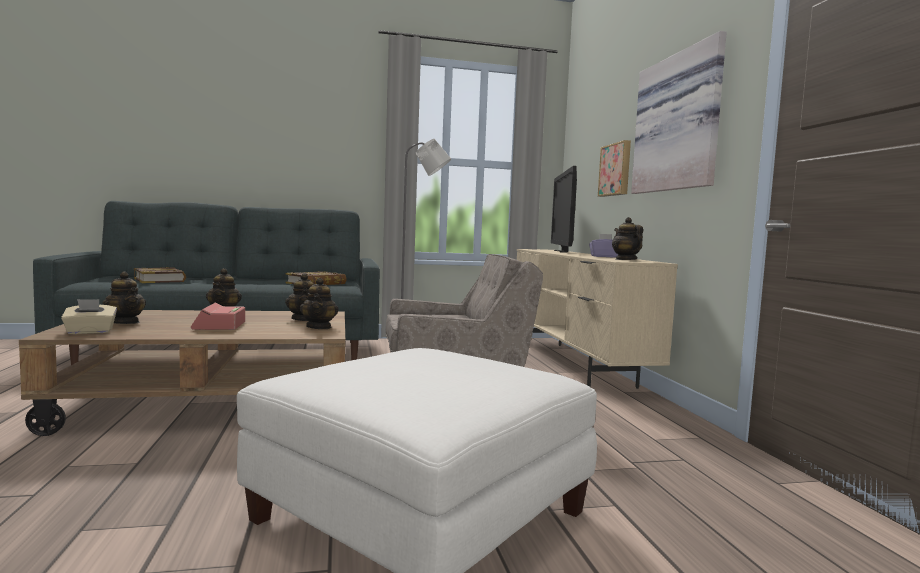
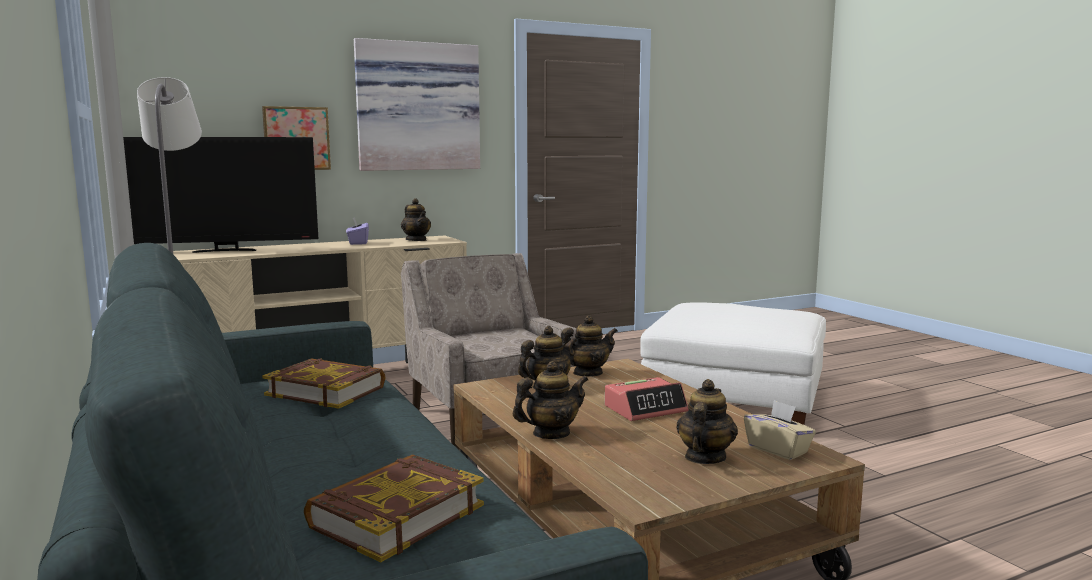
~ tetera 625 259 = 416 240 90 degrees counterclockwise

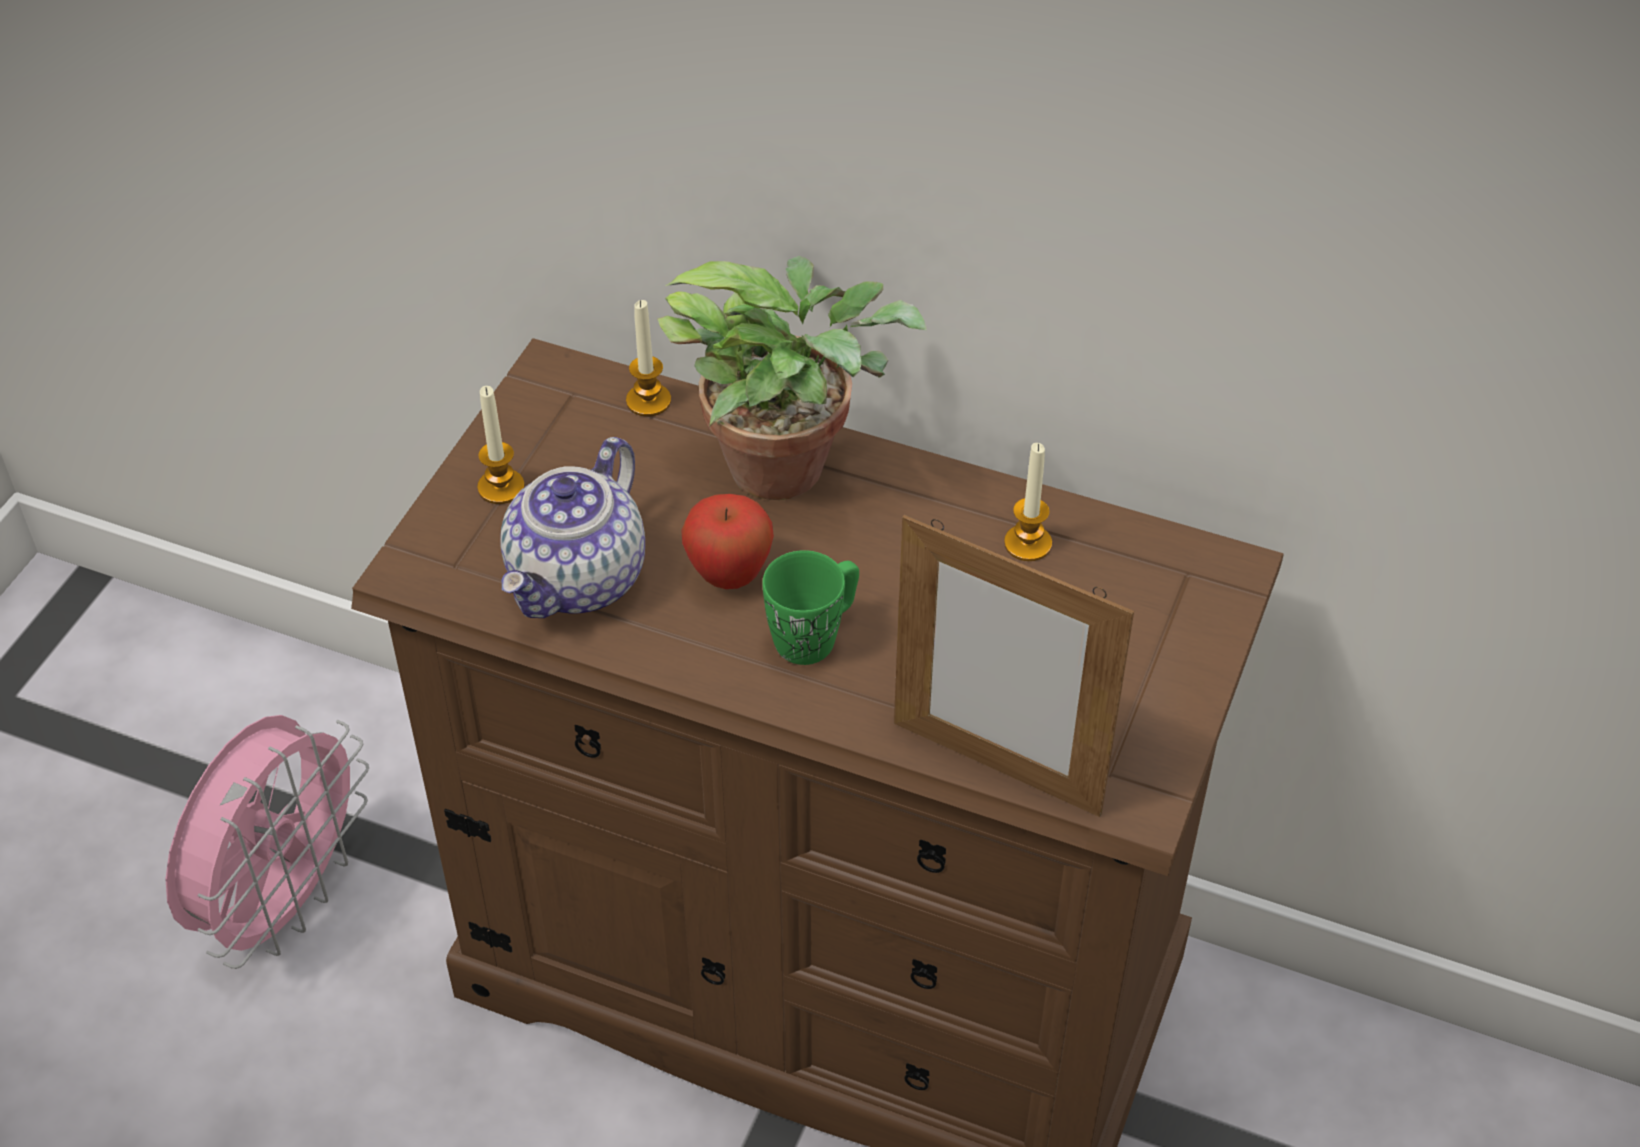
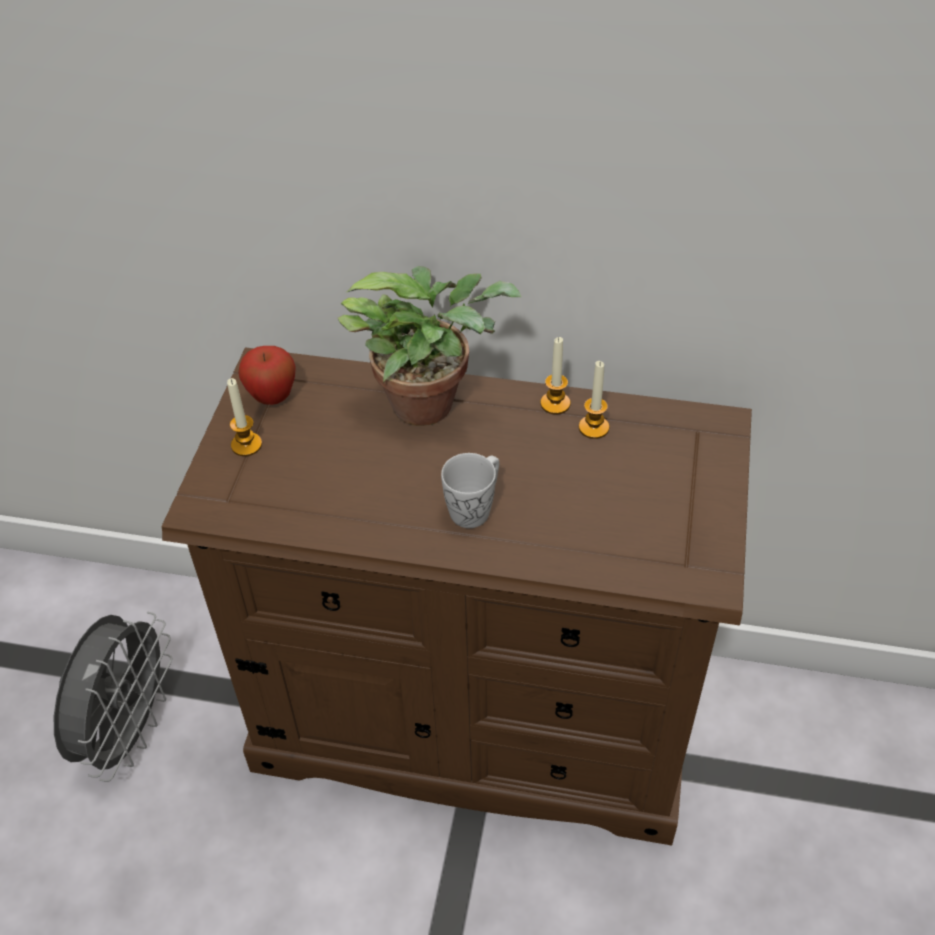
~ vela 648 401 to 555 404
- tetera 579 580
~ manzana 729 575 to 272 397
- portarretratos 996 767
~ taza grande [verde] 815 636 to taza grande [blanco] 475 508
~ ventilador [rosa] 284 903 to ventilador [gris] 129 731

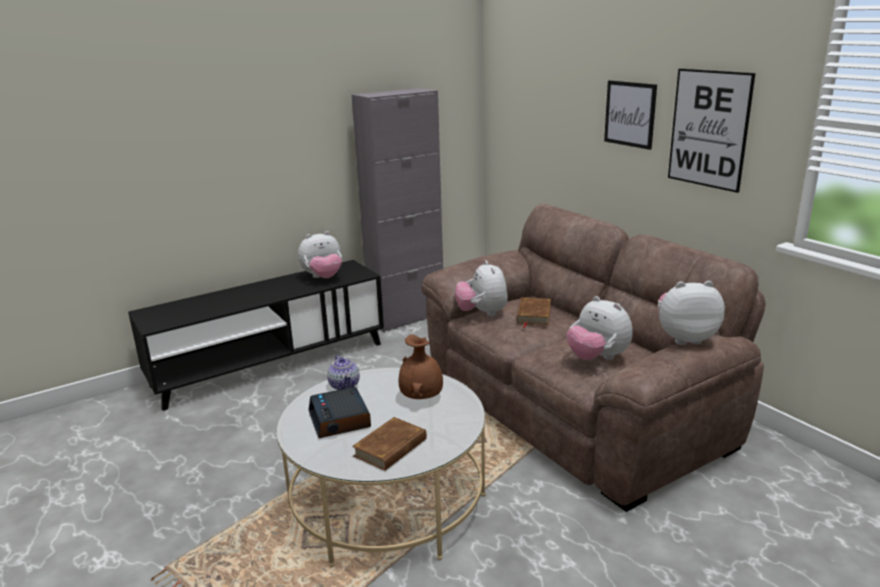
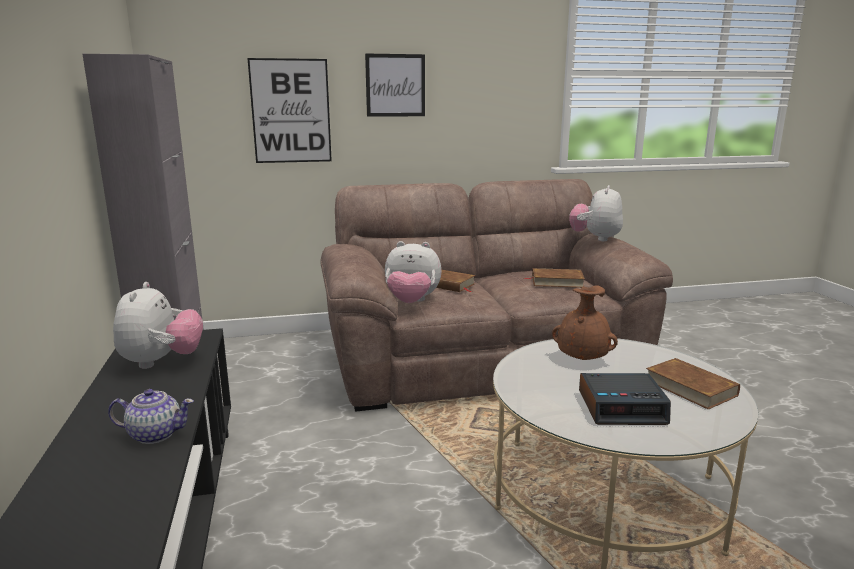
~ cuadro 709 129 to 291 111
~ peluche 597 358 to libro [marrón] 557 281
~ tetera 344 385 to 155 434

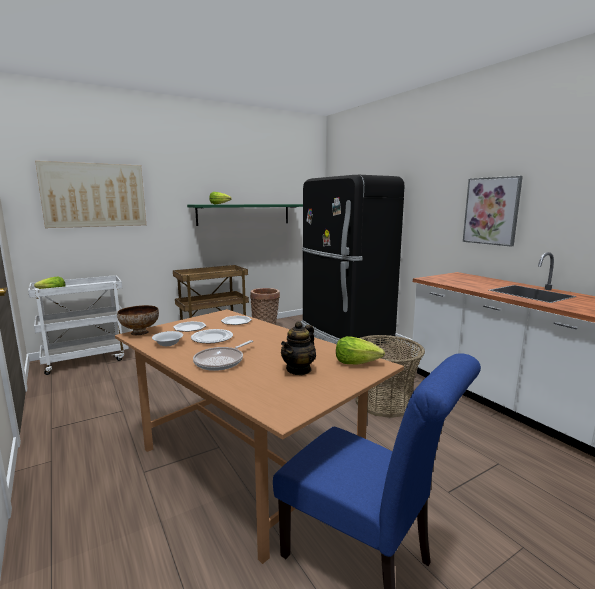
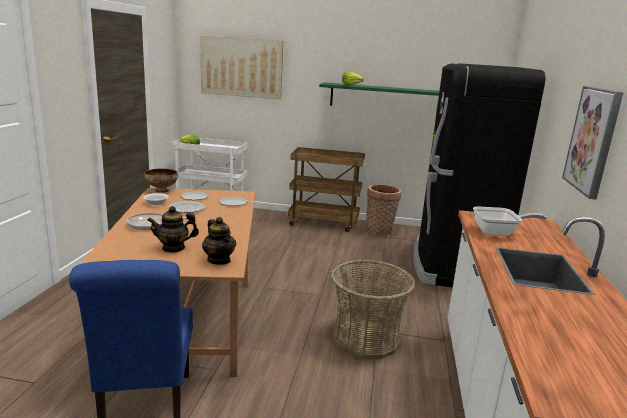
~ lechuga 356 362 to tetera 219 260
+ sartén 499 233

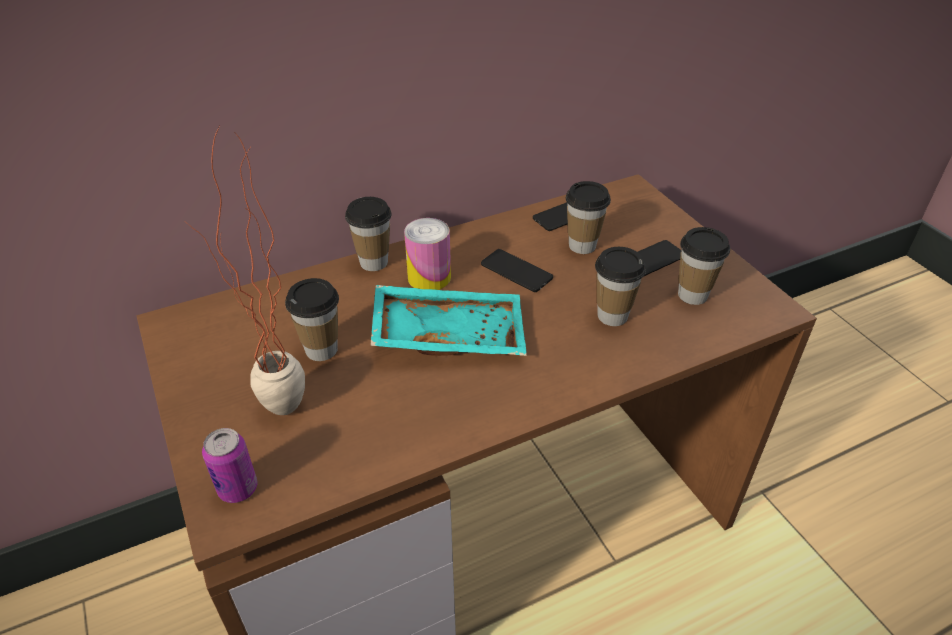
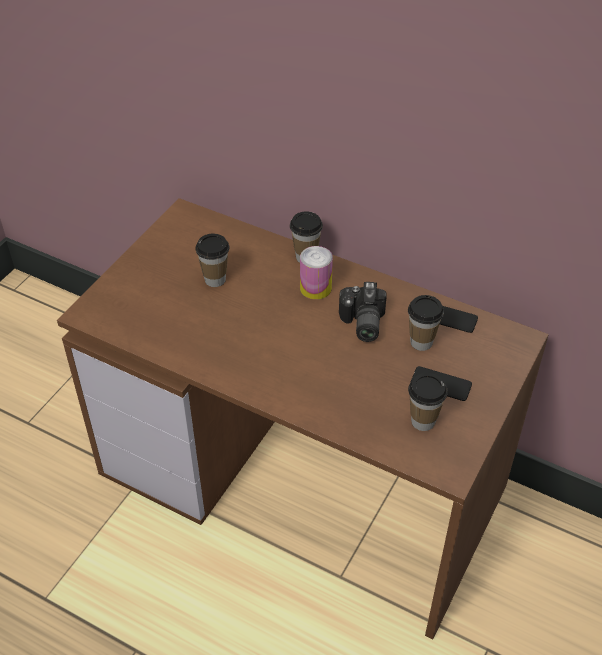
- planta en maceta 283 420
- taza 612 316
~ móvil 516 271 to cámara 361 323
- bandeja [turquesa] 449 333
- lata 238 489

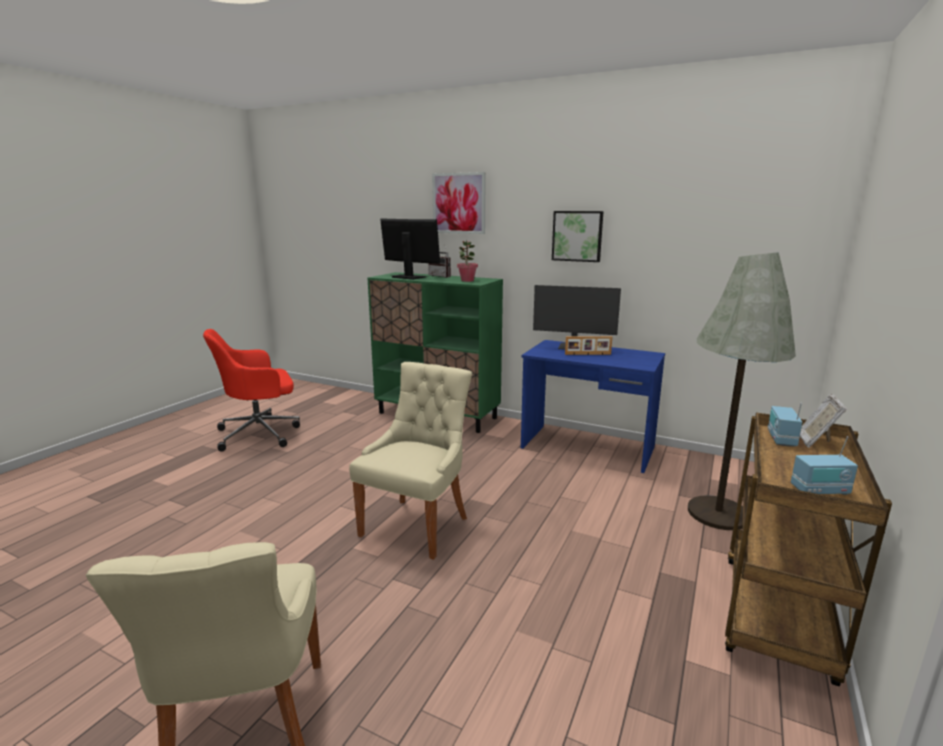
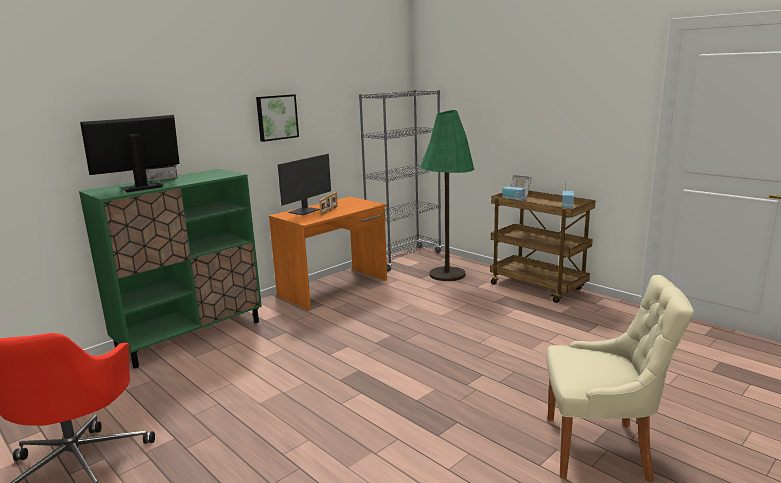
- cuadro 459 203
- planta en maceta 467 280
~ lámpara de pie [gris] 718 513 to lámpara de pie [verde] 447 274
~ escritorio [azul] 587 448 to escritorio [naranja] 334 288
- silla [beis] 417 524
+ estantería [gris] 404 259

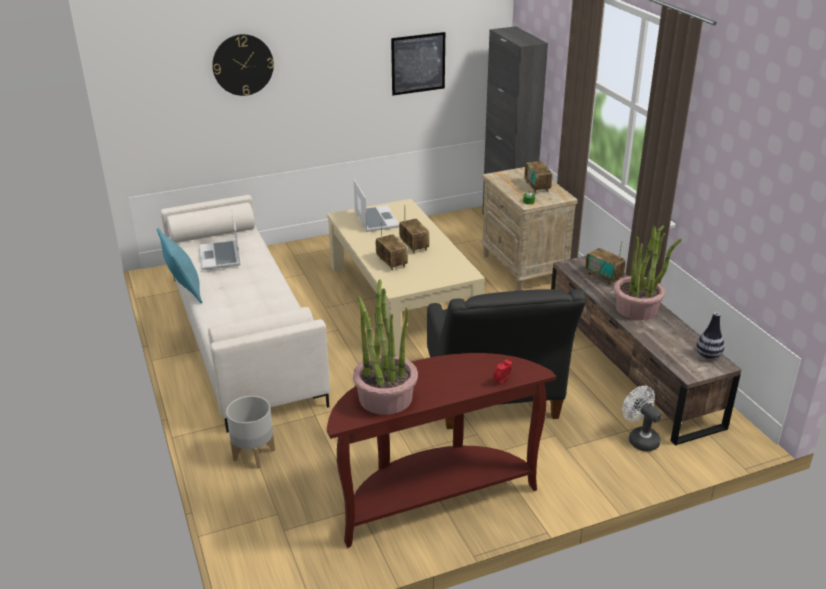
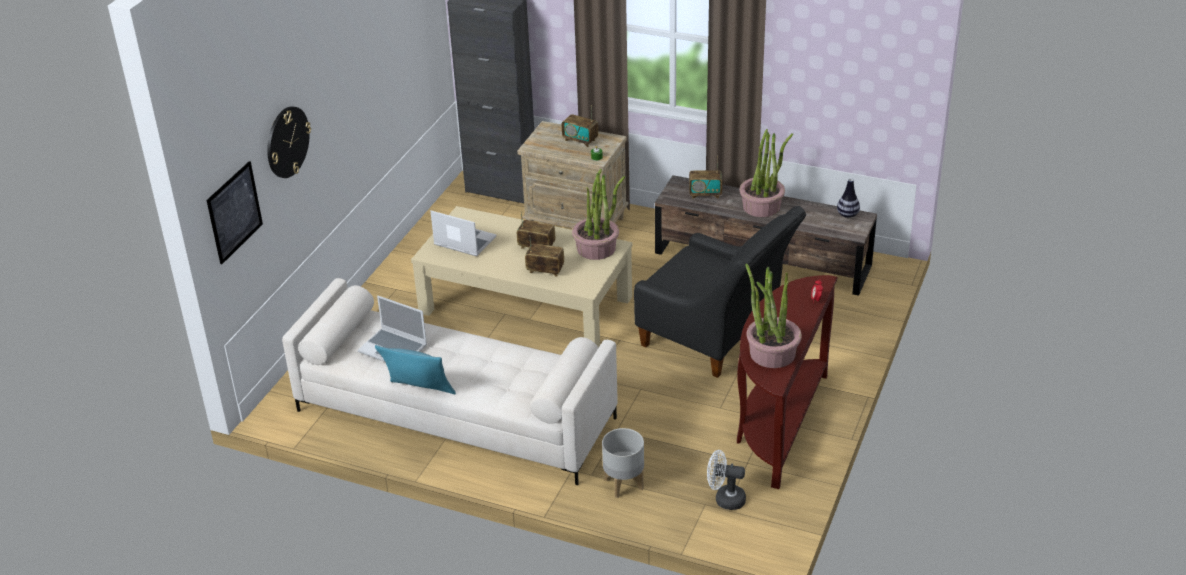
~ cuadro 418 63 to 234 212
~ ventilador [blanco] 640 438 to 725 499
+ planta en maceta 596 248

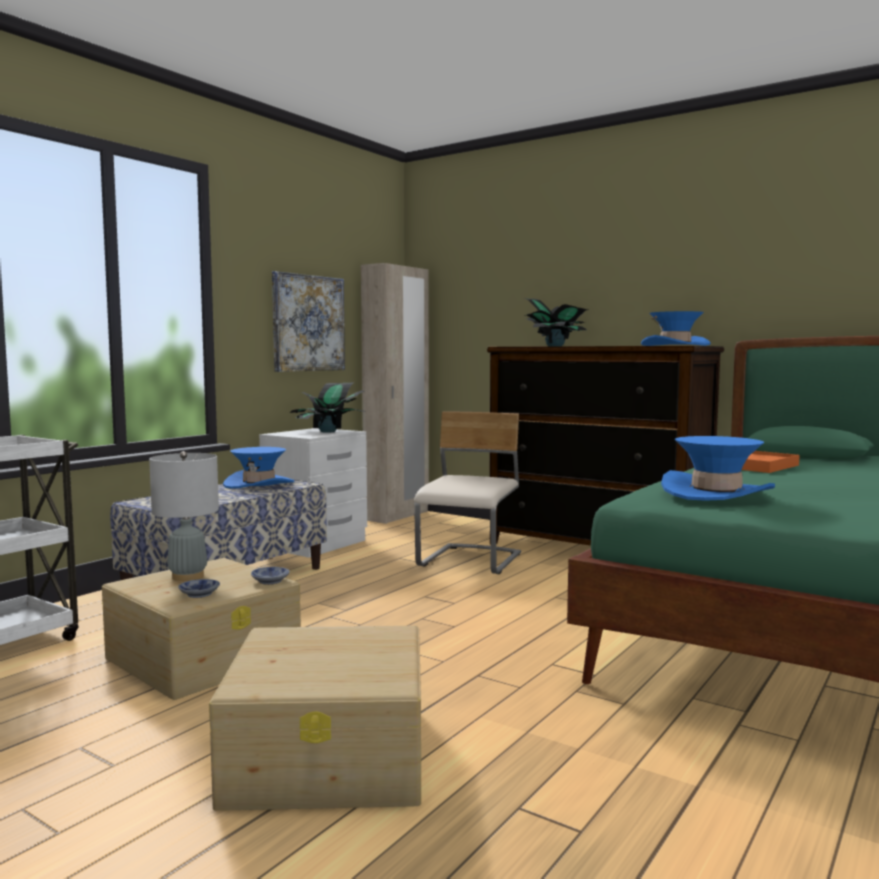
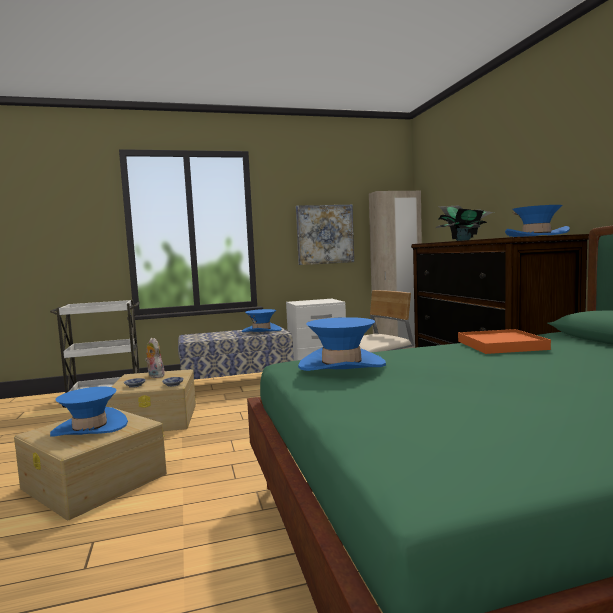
- planta en maceta 328 431
~ lámpara de mesa [gris] 188 576 to peluche 154 376
+ sombrero [azul] 90 428

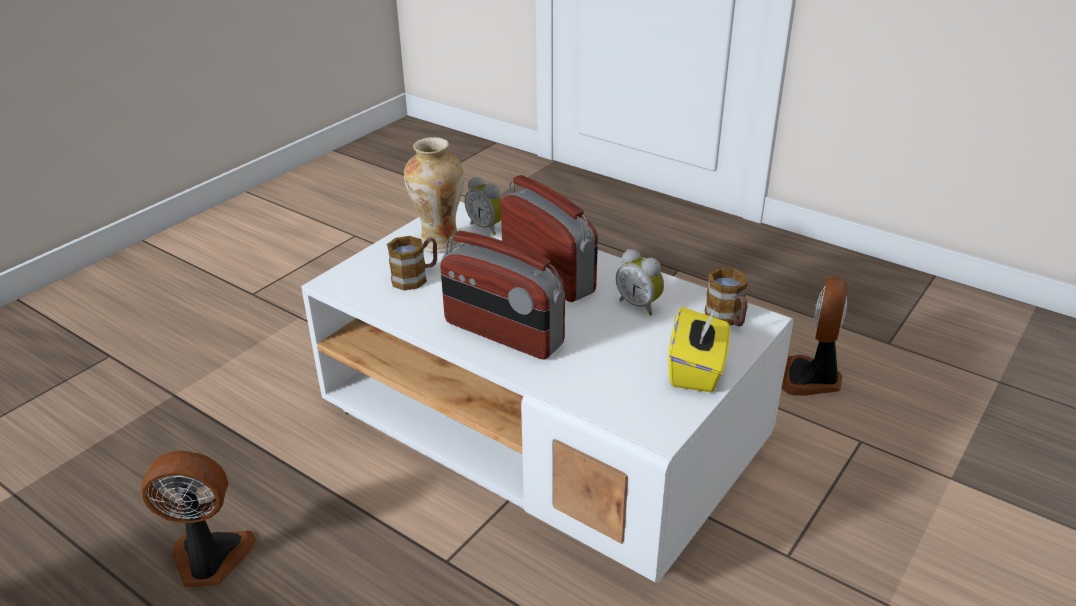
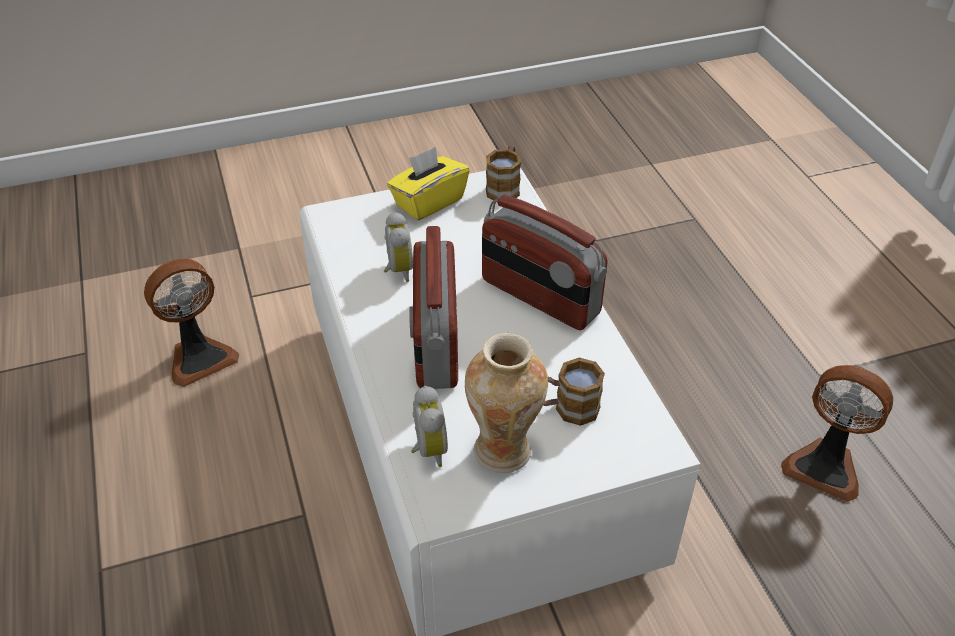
~ radio 503 334 = 539 298 150 degrees clockwise
~ taza grande 727 319 to 505 187

